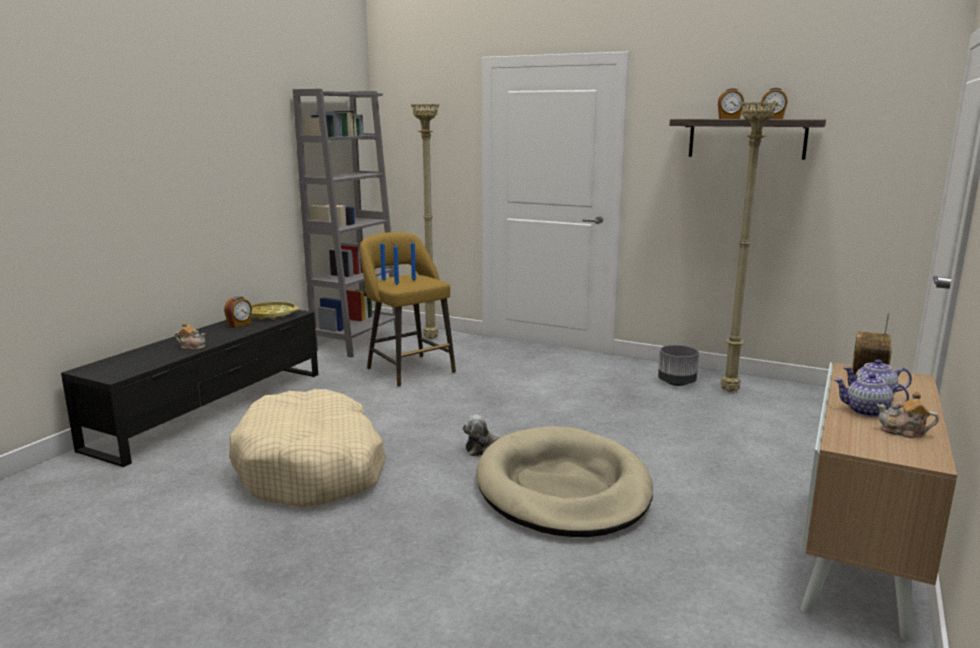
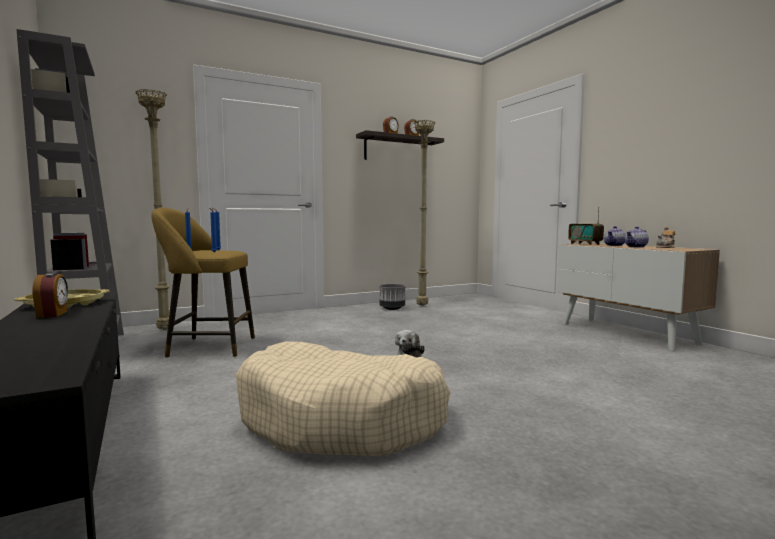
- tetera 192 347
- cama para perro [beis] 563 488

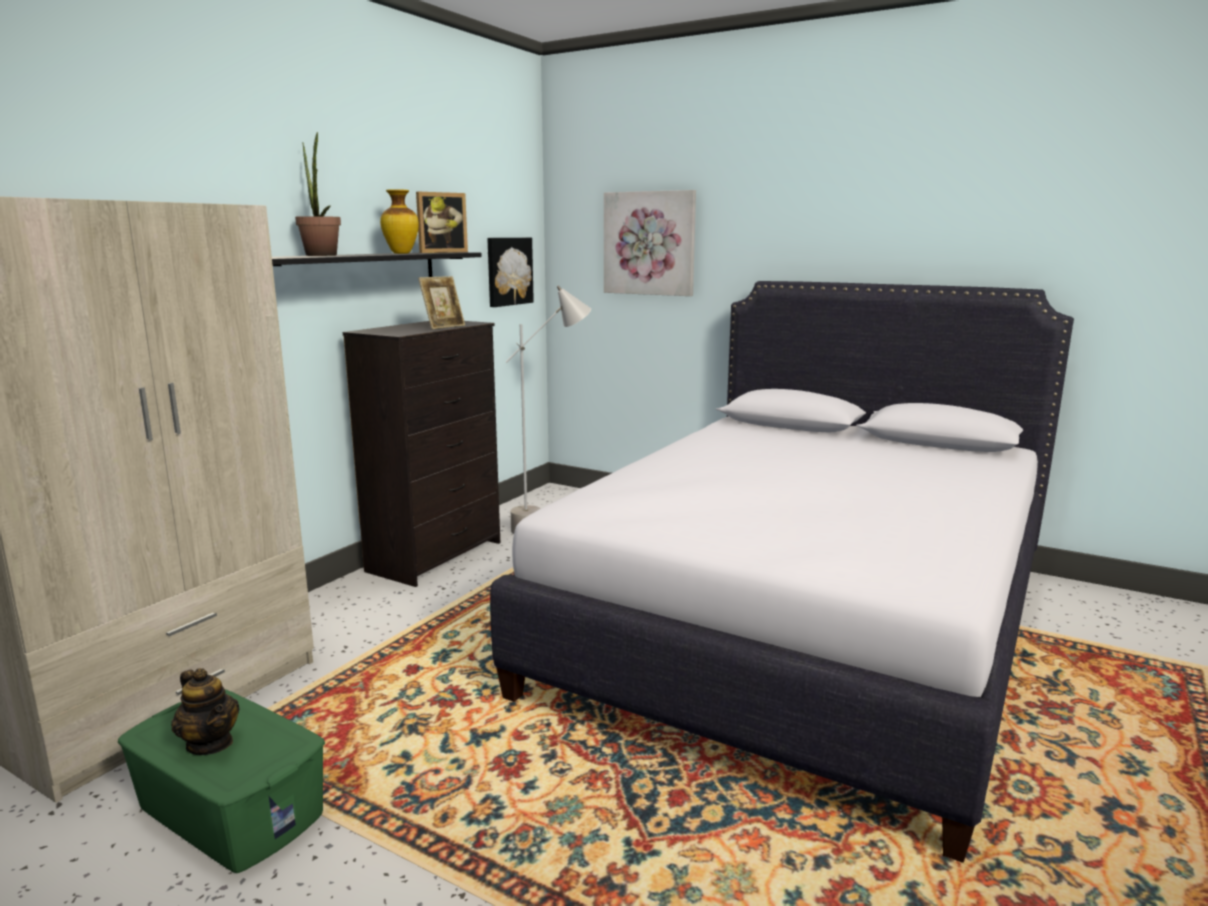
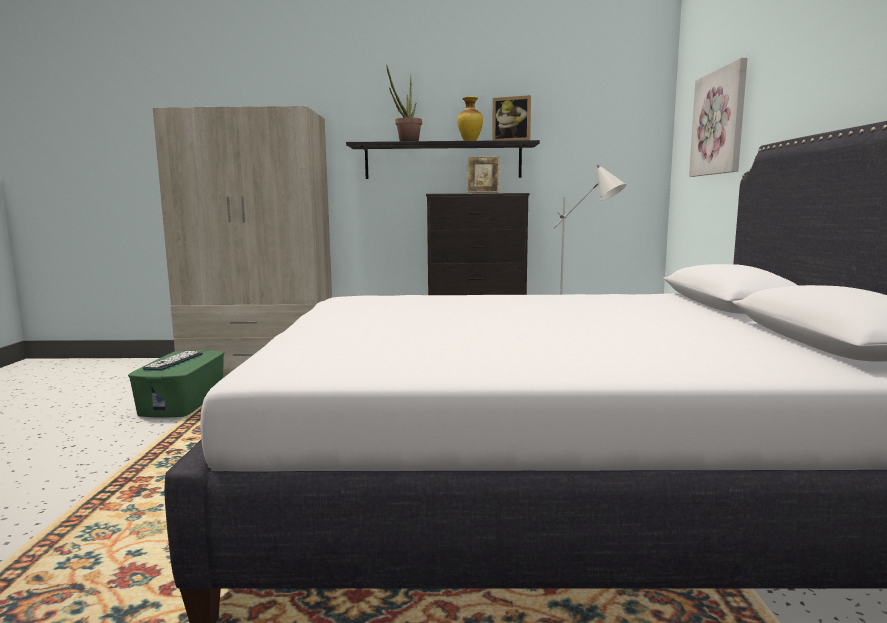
- cuadro 508 271
~ tetera 210 743 to teclado 174 361

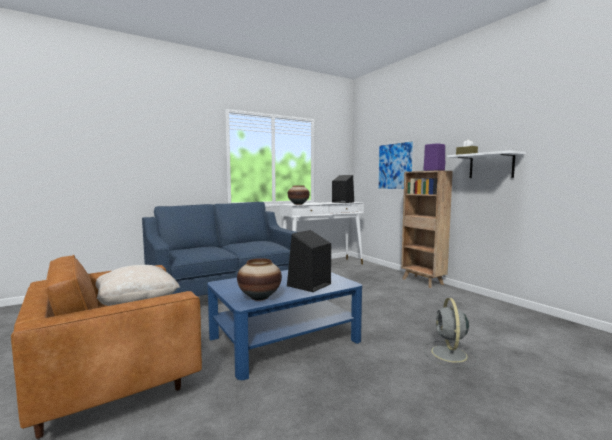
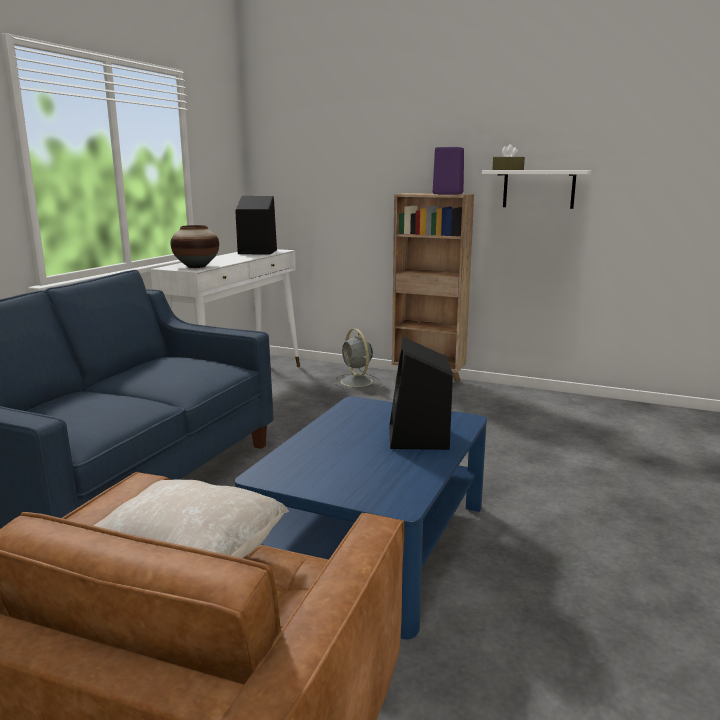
- cuadro 395 166
- florero 259 297
~ ventilador [gris] 449 354 to 357 382

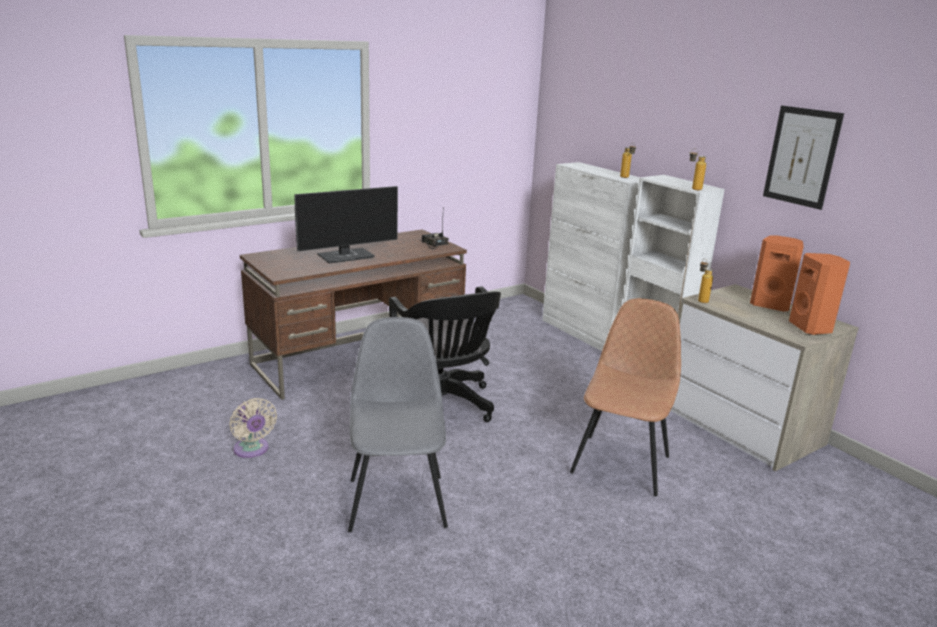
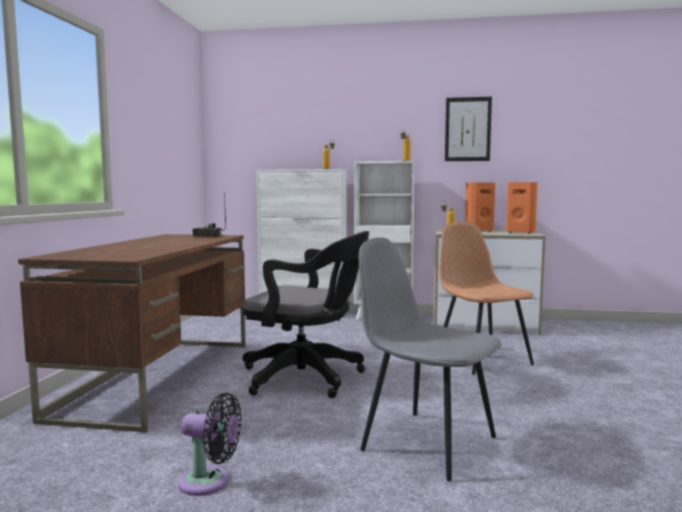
- monitor 347 256
~ ventilador [beis] 252 450 to ventilador [negro] 209 482

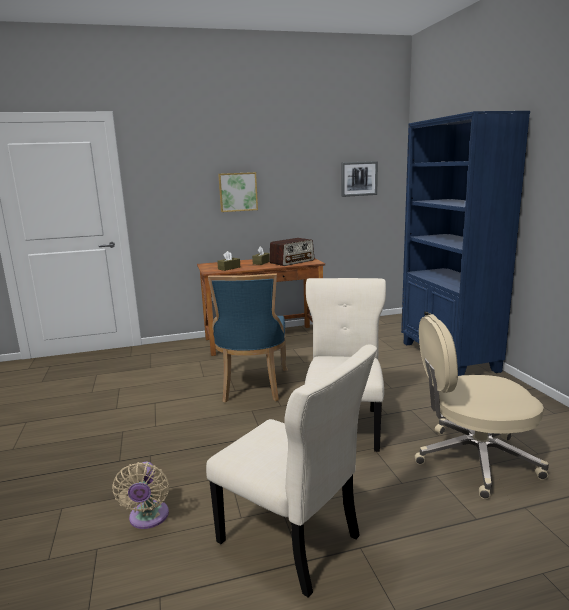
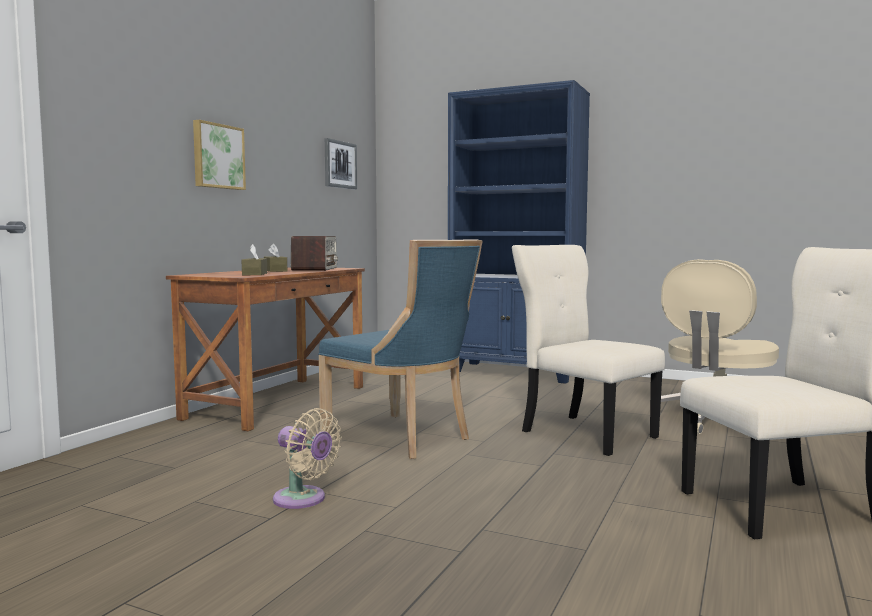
~ ventilador [beis] 148 518 to 303 500

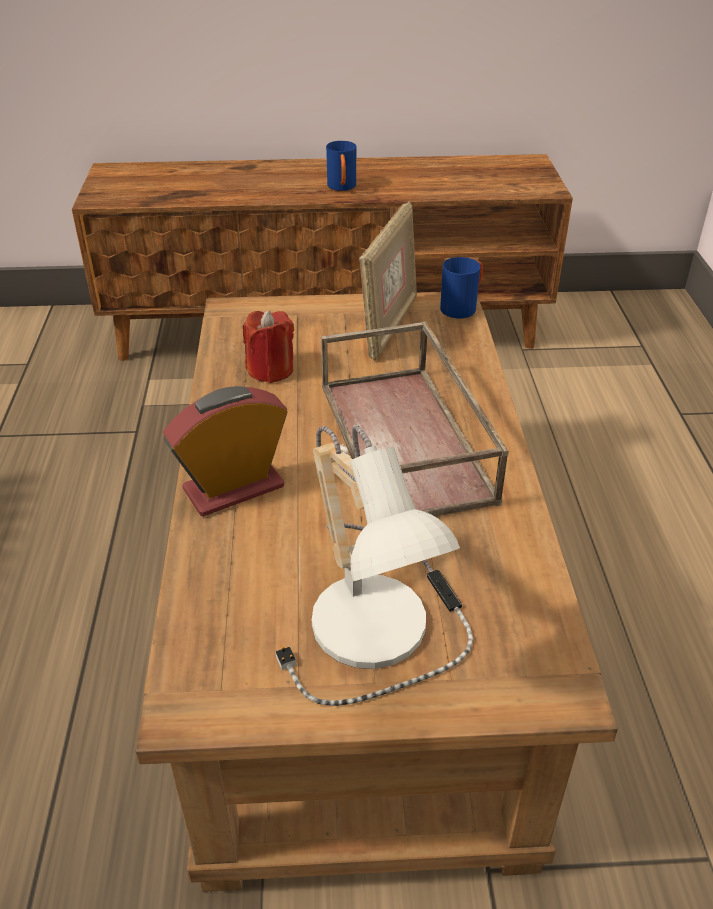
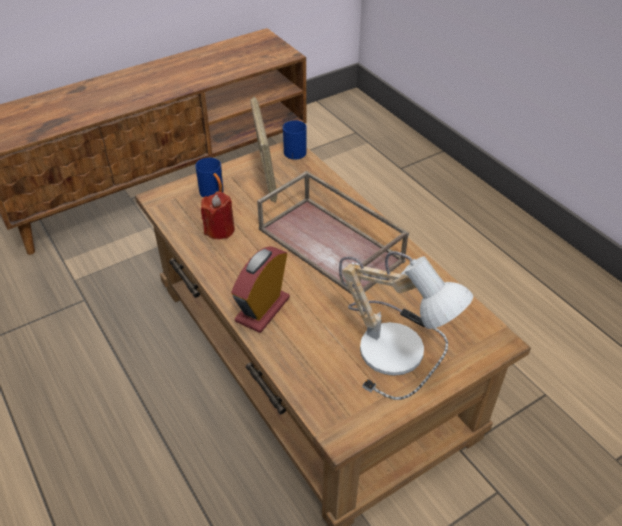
~ taza grande [azul] 342 188 to 214 194

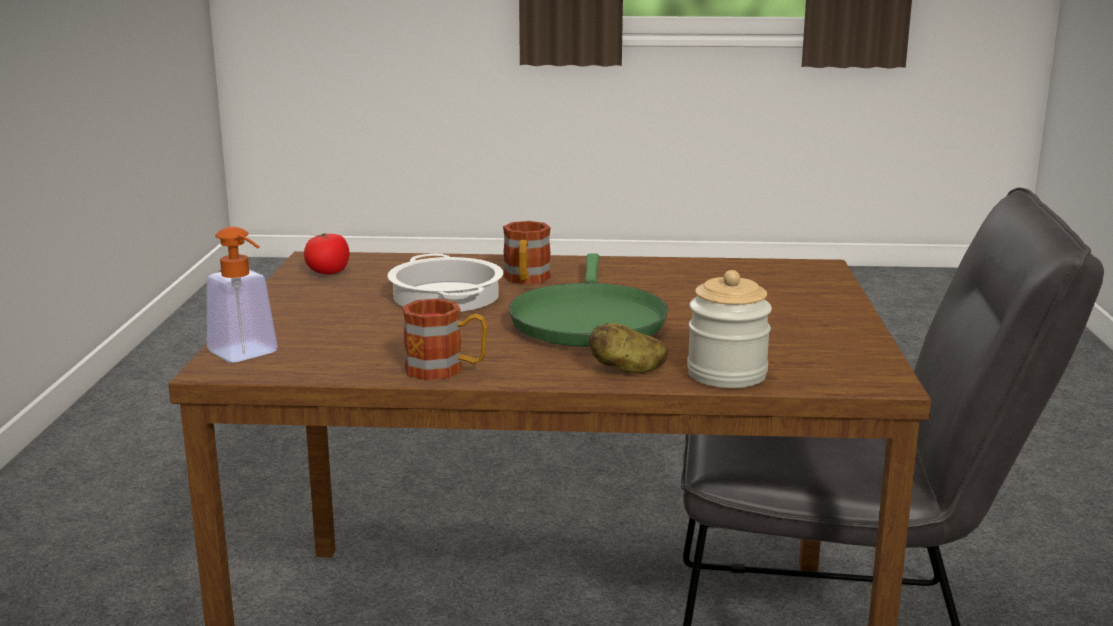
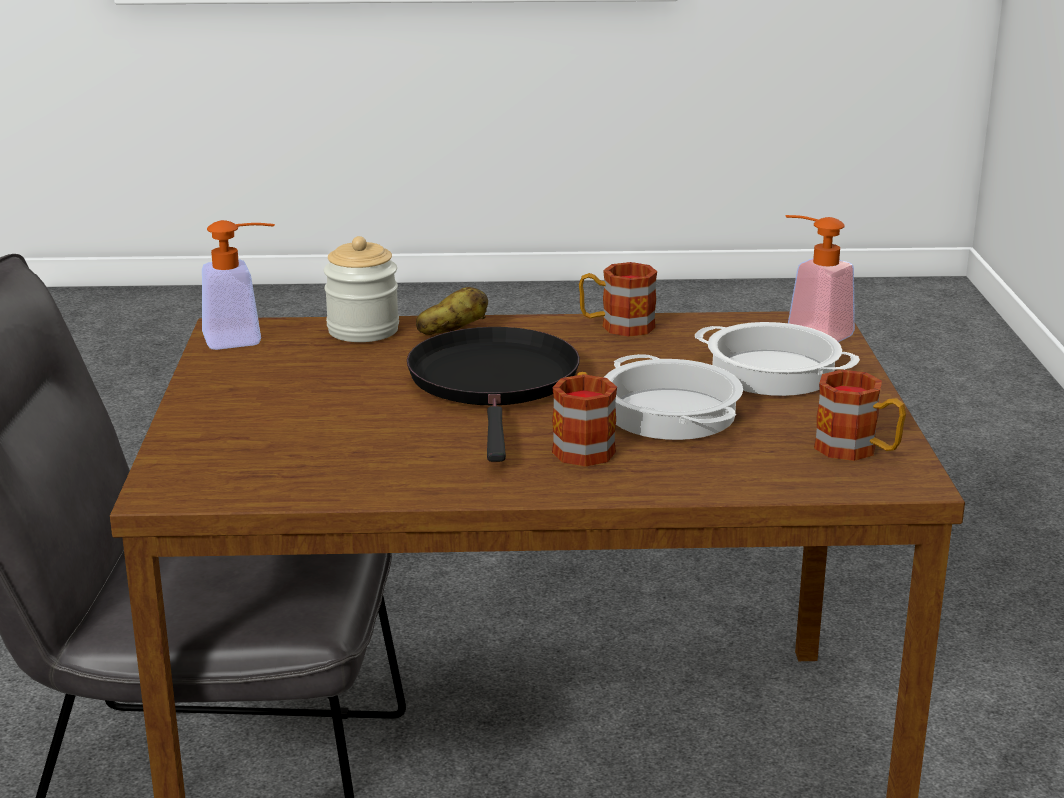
~ tomate 328 272 to taza grande 857 450
~ sartén [verde] 587 321 to sartén [negro] 494 383
+ dispensador de jabón 244 339
+ olla 771 372

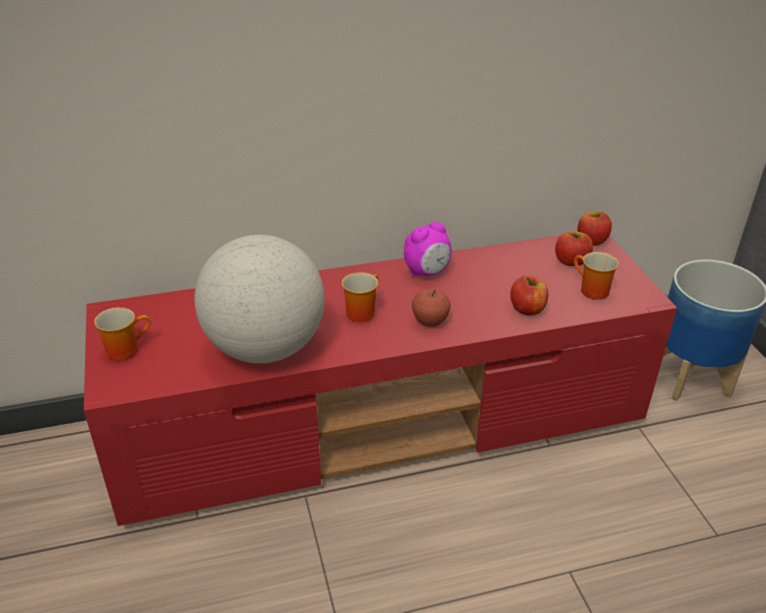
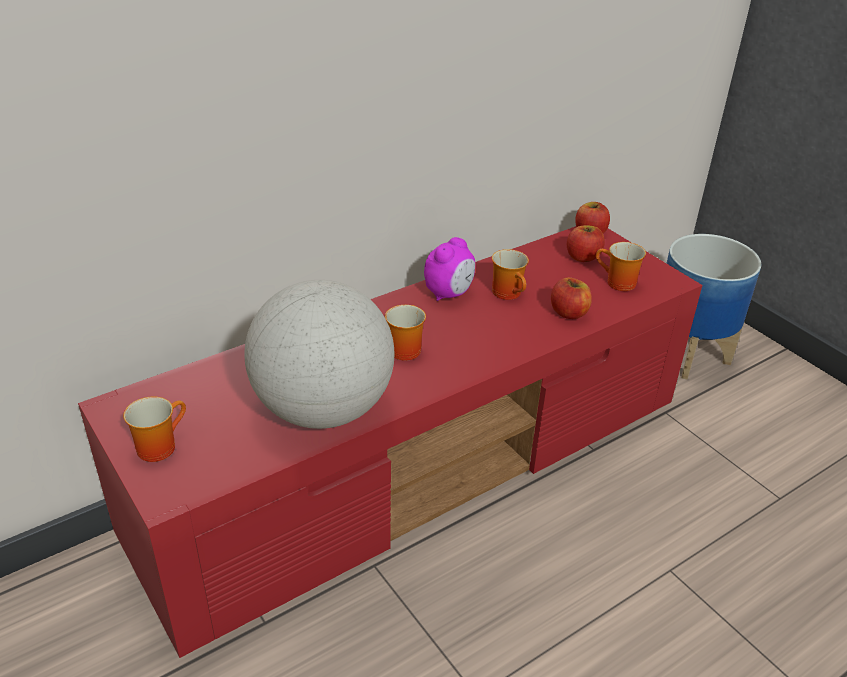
- manzana 430 321
+ taza grande 510 293

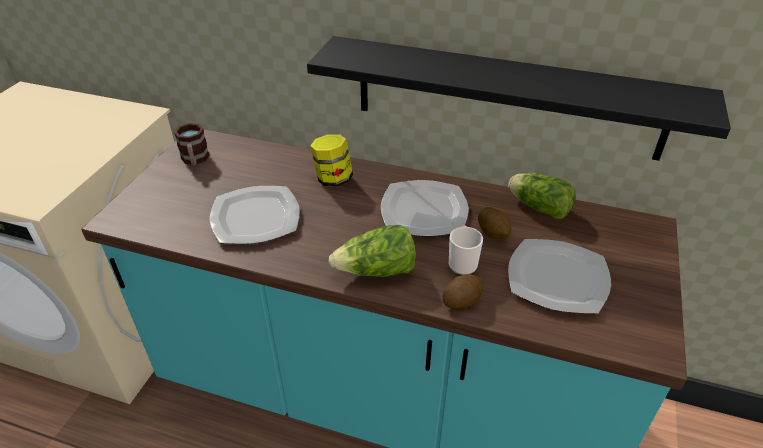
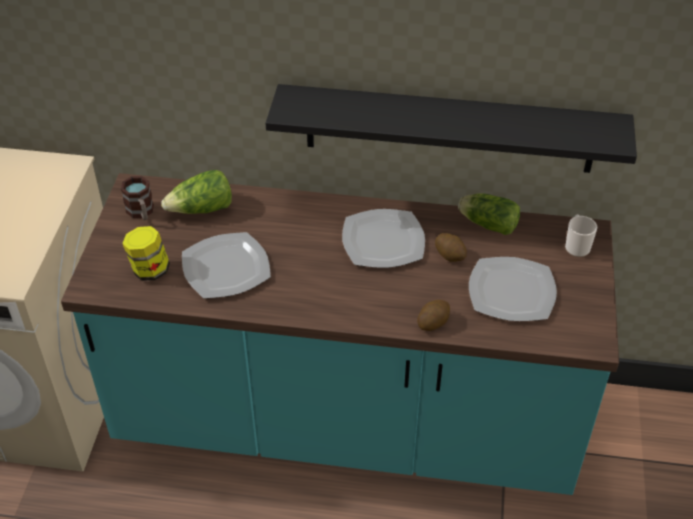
~ tarro 333 179 to 149 270
~ lechuga 377 271 to 202 209
~ taza grande 462 262 to 576 246

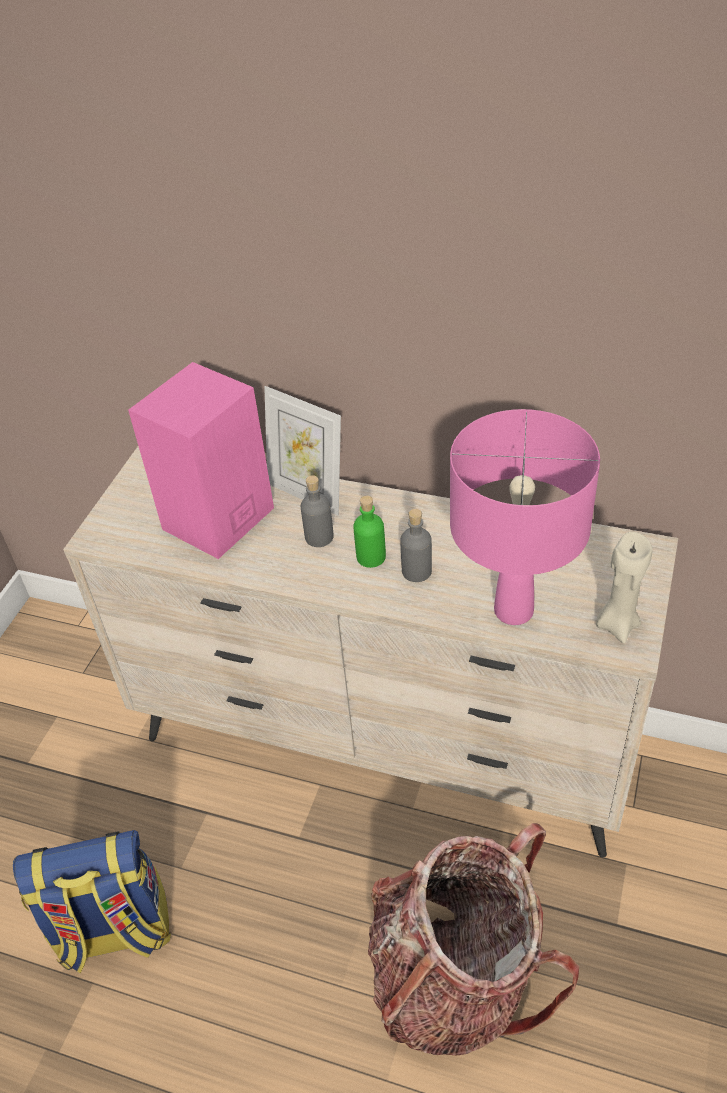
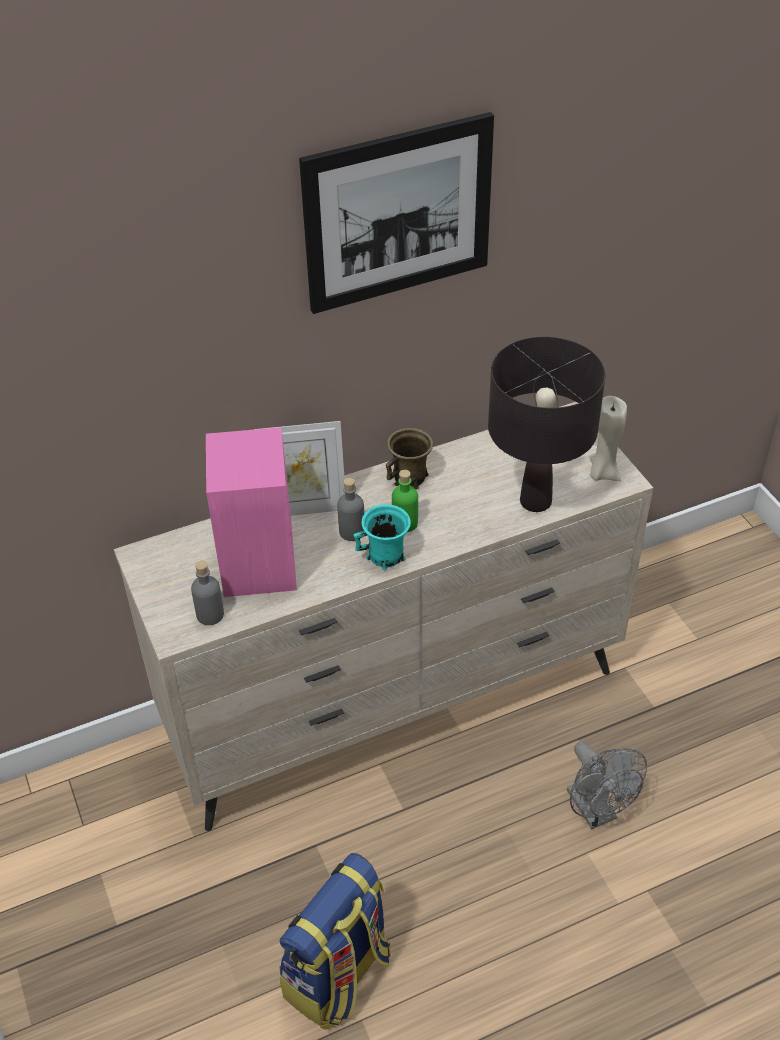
~ lámpara de mesa [rosa] 514 610 to lámpara de mesa [negro] 535 501
~ botella [gris] 416 571 to 210 614
~ mochila 455 977 to ventilador [gris] 596 812
+ cuadro 398 213
+ taza grande [marrón] 410 477
+ taza grande [turquesa] 386 556

